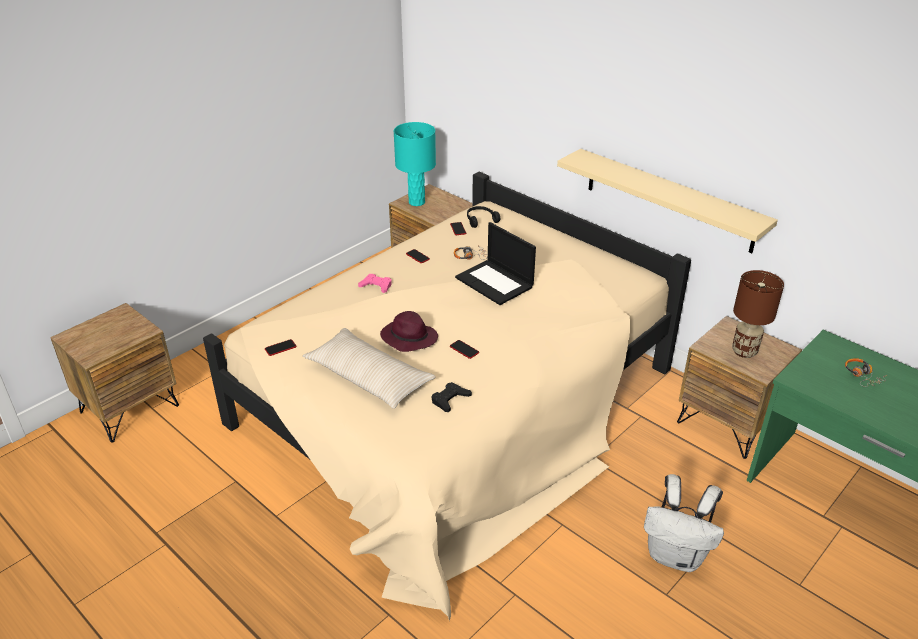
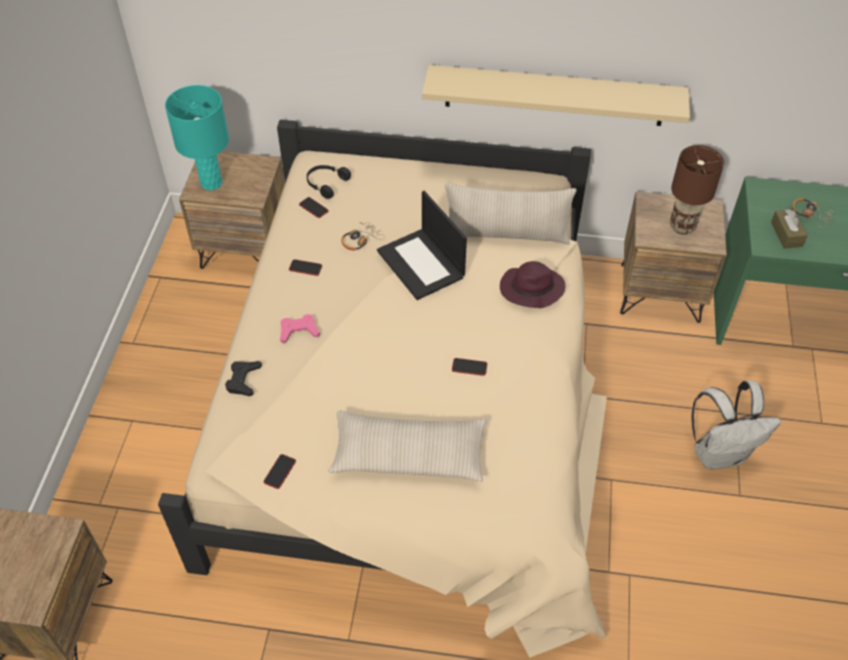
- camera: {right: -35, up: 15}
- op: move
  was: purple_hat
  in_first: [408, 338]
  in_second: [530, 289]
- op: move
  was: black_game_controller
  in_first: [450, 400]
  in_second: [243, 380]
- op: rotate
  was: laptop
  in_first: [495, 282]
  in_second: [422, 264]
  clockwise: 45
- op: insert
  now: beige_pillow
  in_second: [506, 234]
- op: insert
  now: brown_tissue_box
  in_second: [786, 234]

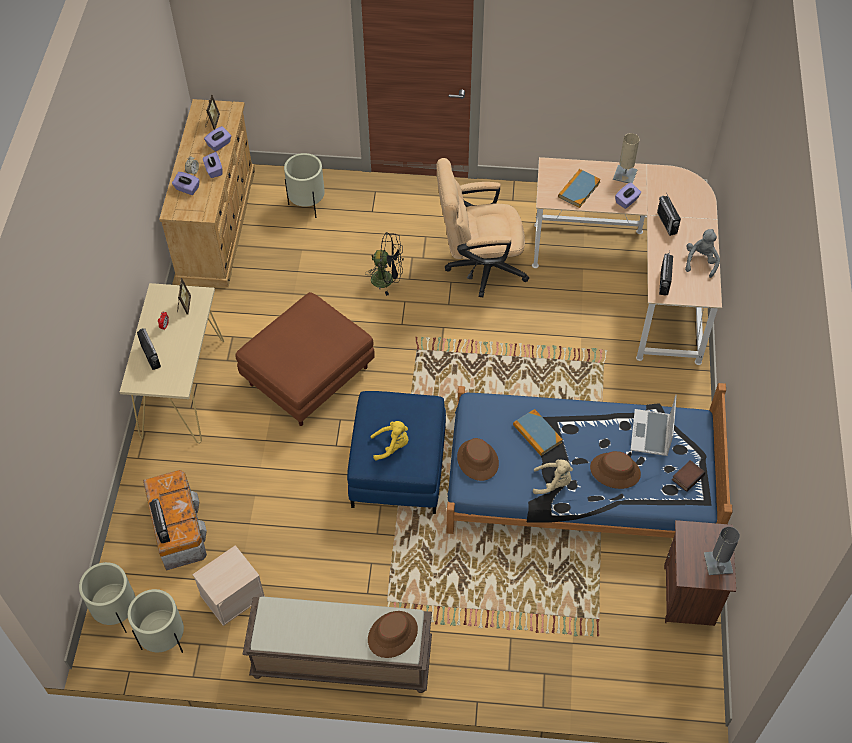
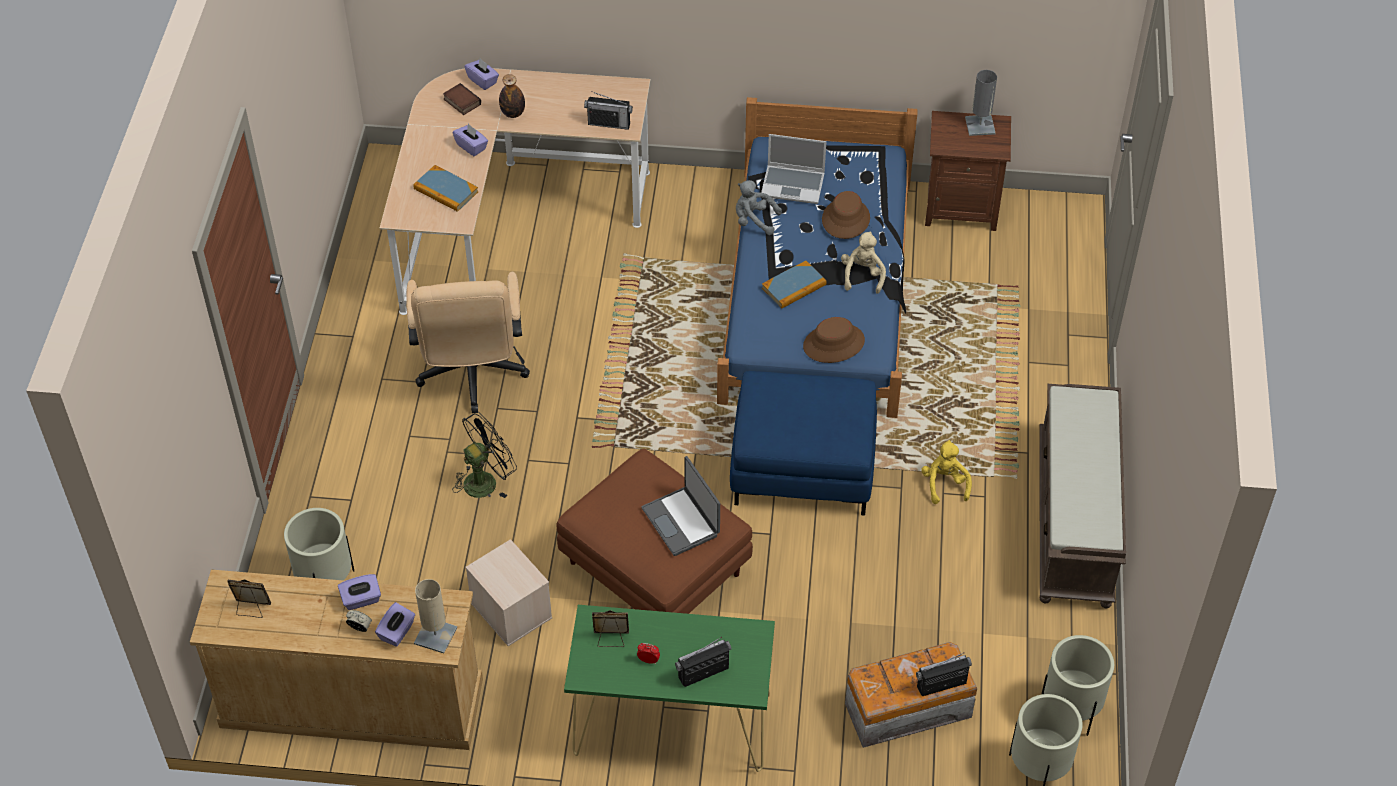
- camera: {right: -90, up: -5}
- op: recolor
  was: beige_console_table
  now: green_console_table
  in_first: [183, 387]
  in_second: [671, 724]
- op: move
  was: beige_storage_box
  in_first: [232, 595]
  in_second: [510, 610]
- op: move
  was: purple_tissue_box
  in_first: [219, 144]
  in_second: [483, 81]
- op: rotate
  was: black_fan
  in_first: [387, 279]
  in_second: [485, 480]
  clockwise: 45
- op: delete
  was: brown_hat
  in_first: [392, 634]
- op: move
  was: yellow_plush_toy
  in_first: [392, 446]
  in_second: [944, 484]
- op: move
  was: beige_table_lamp
  in_first: [625, 175]
  in_second: [435, 635]
- op: replace
  was: radio
  now: bottle
  in_first: [667, 223]
  in_second: [513, 113]
- op: move
  was: book
  in_first: [687, 476]
  in_second: [461, 102]
- op: move
  was: grey_plush_toy
  in_first: [701, 261]
  in_second: [754, 220]
- op: insert
  now: laptop
  in_second: [682, 521]

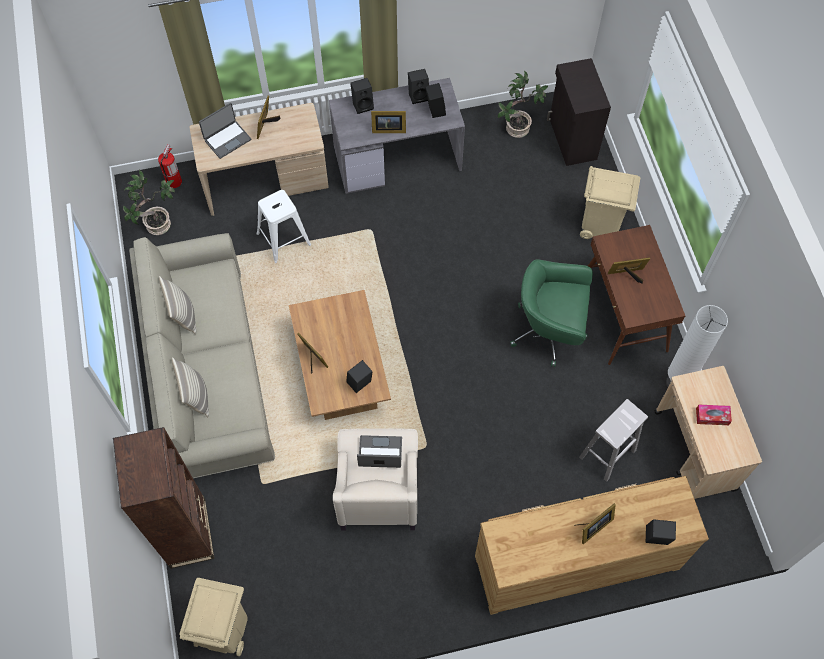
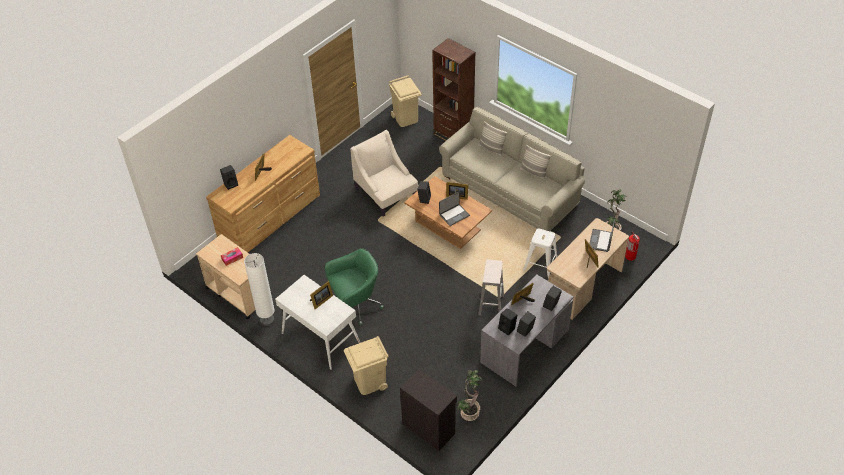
- camera: {right: 145, up: -15}
- op: move
  was: laptop
  in_first: [380, 453]
  in_second: [454, 215]
- op: move
  was: white_stool
  in_first: [607, 454]
  in_second: [491, 304]
- op: recolor
  was: brown_desk
  now: white_desk
  in_first: [623, 315]
  in_second: [320, 338]

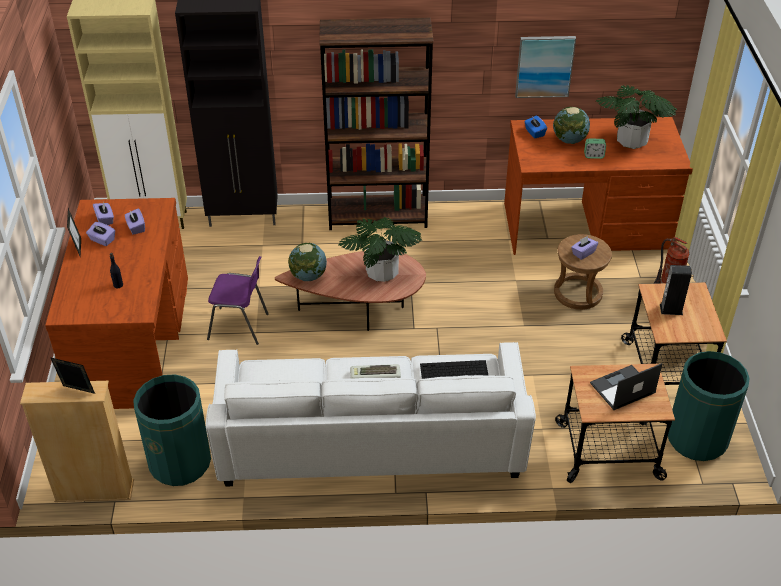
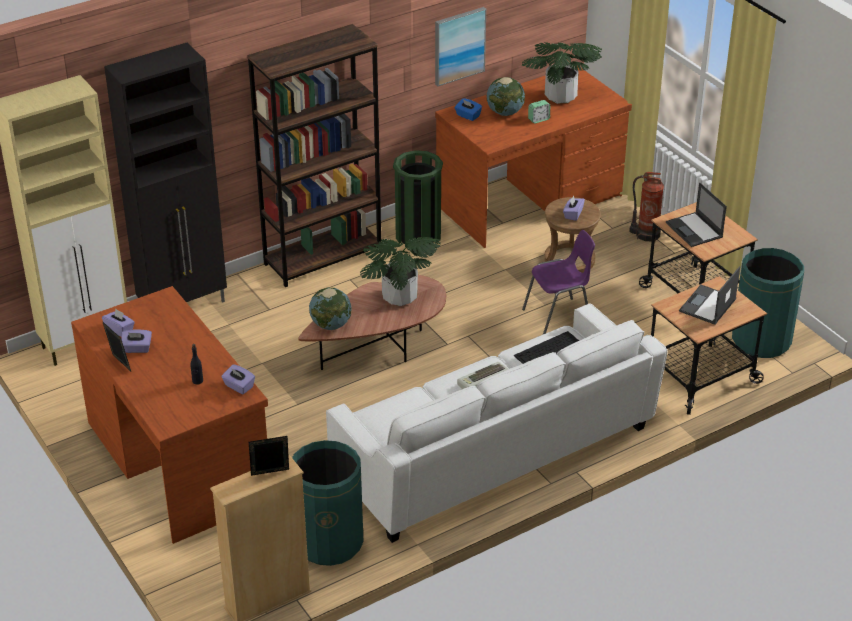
- camera: {right: -30, up: -5}
- op: move
  was: purple_tissue_box
  in_first: [136, 227]
  in_second: [238, 386]
- op: move
  was: purple_chair
  in_first: [240, 327]
  in_second: [559, 317]
- op: replace
  was: speaker
  now: laptop
  in_first: [671, 309]
  in_second: [694, 230]
- op: insert
  now: green_trash_can
  in_second: [418, 235]

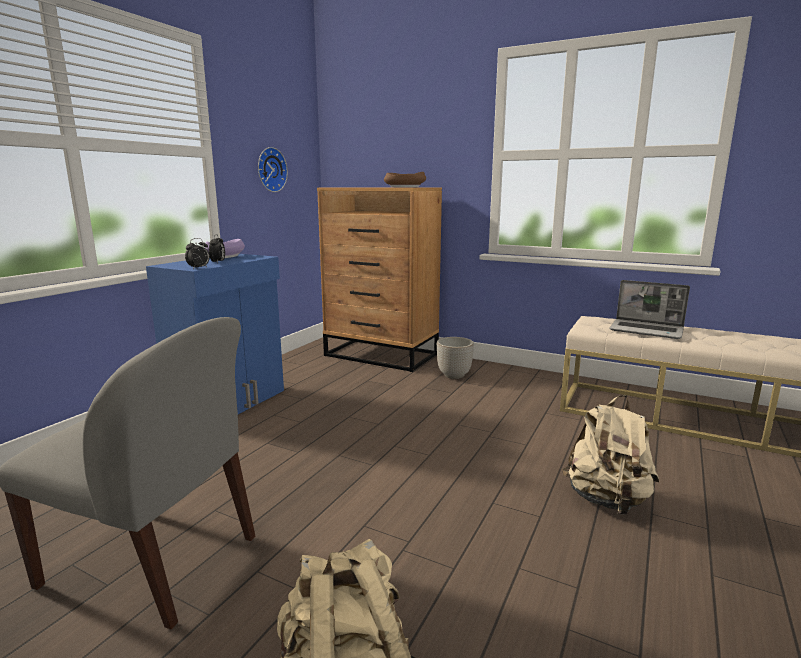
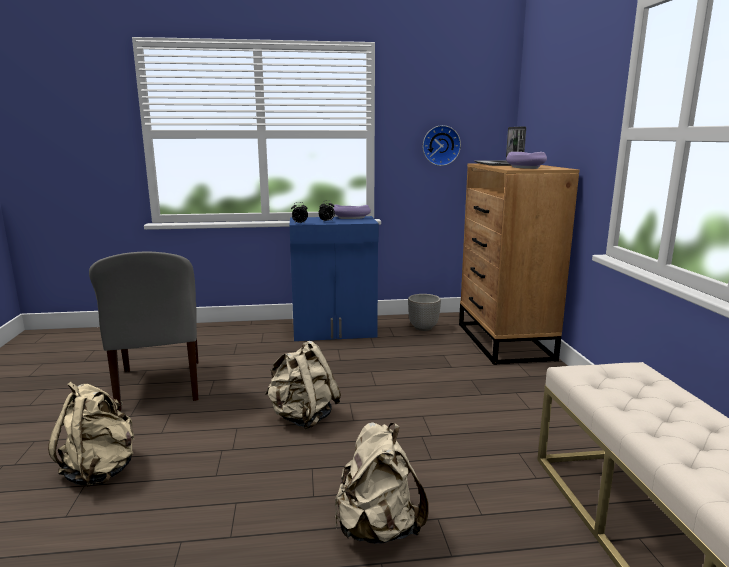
- camera: {right: 55, up: 0}
- op: recolor
  was: brown_bowl
  now: purple_bowl
  in_first: [405, 187]
  in_second: [525, 167]
- op: move
  was: planter
  in_first: [454, 375]
  in_second: [423, 328]
- op: move
  was: laptop
  in_first: [647, 330]
  in_second: [498, 164]
- op: insert
  now: beige_backpack
  in_second: [303, 417]

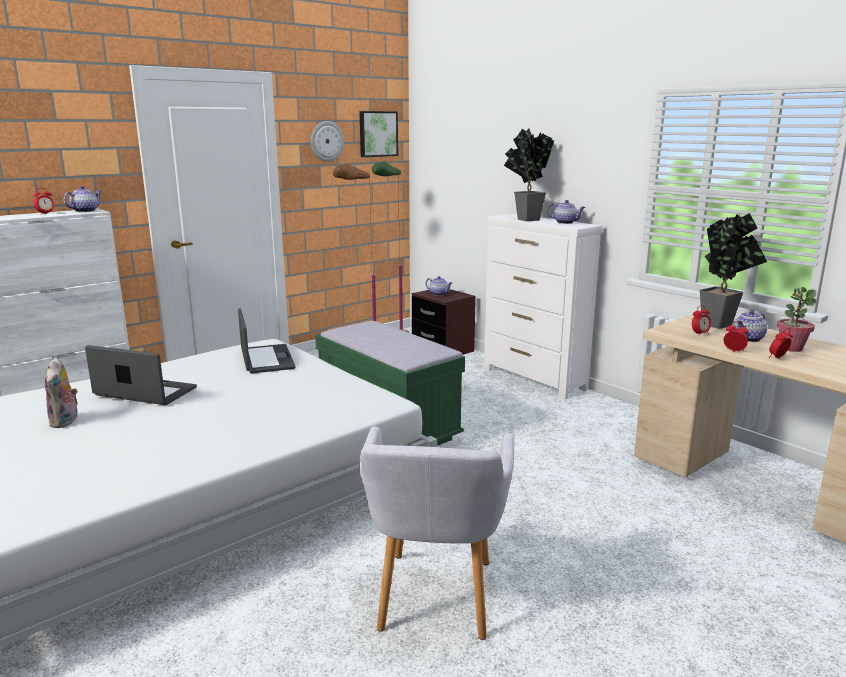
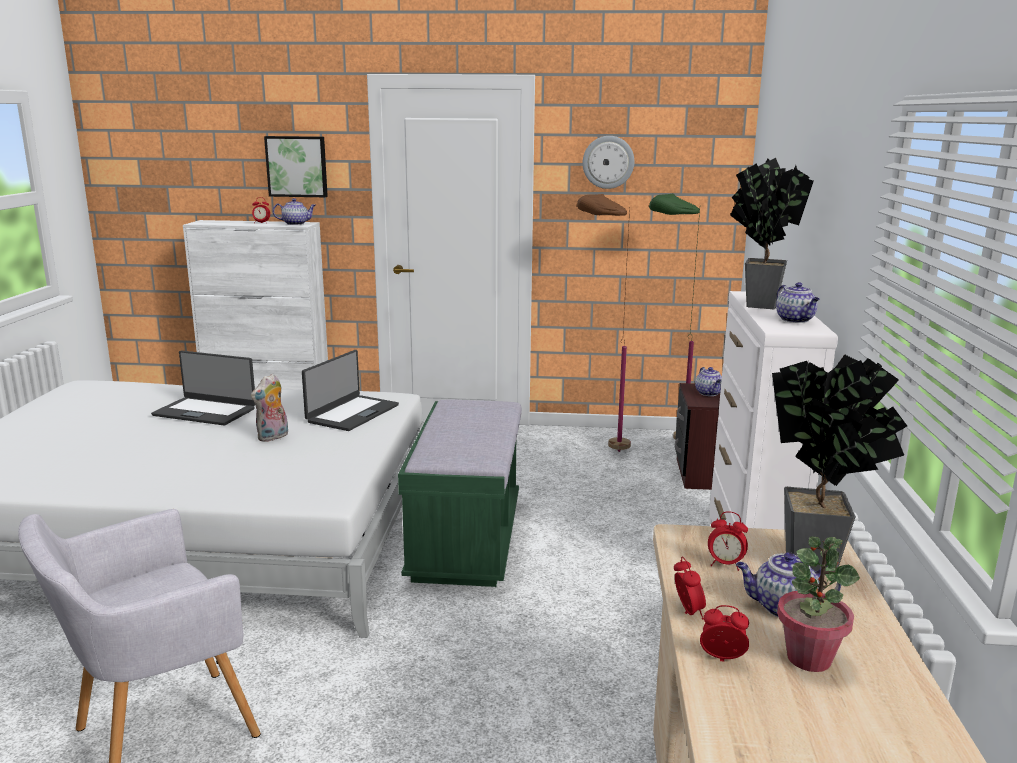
- camera: {right: 45, up: 0}
- op: move
  was: plush_toy
  in_first: [66, 422]
  in_second: [273, 437]
- op: rotate
  was: laptop
  in_first: [144, 392]
  in_second: [205, 411]
  clockwise: 135
- op: move
  was: picture
  in_first: [377, 134]
  in_second: [297, 166]

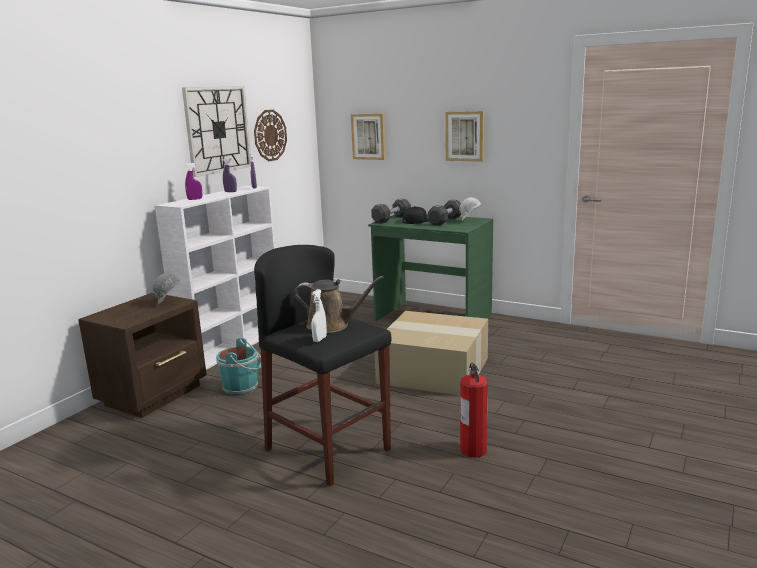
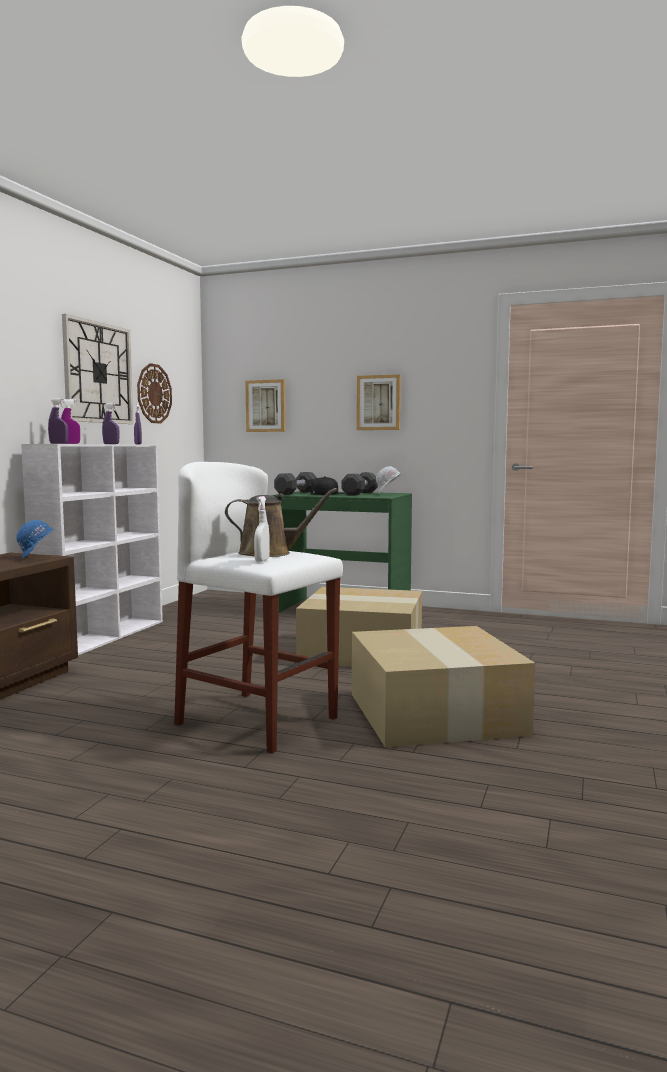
- camera: {right: -10, up: -10}
- op: recolor
  was: grey_hard_hat
  now: blue_hard_hat
  in_first: [169, 302]
  in_second: [37, 558]
- op: delete
  was: turquoise_bucket
  in_first: [242, 388]
- op: recolor
  was: black_stool
  now: white_stool
  in_first: [328, 449]
  in_second: [257, 721]
- op: replace
  was: fire_extinguisher
  now: cardboard_box
  in_first: [473, 449]
  in_second: [438, 714]
- op: insert
  now: purple_spray_bottle
  in_second: [58, 443]

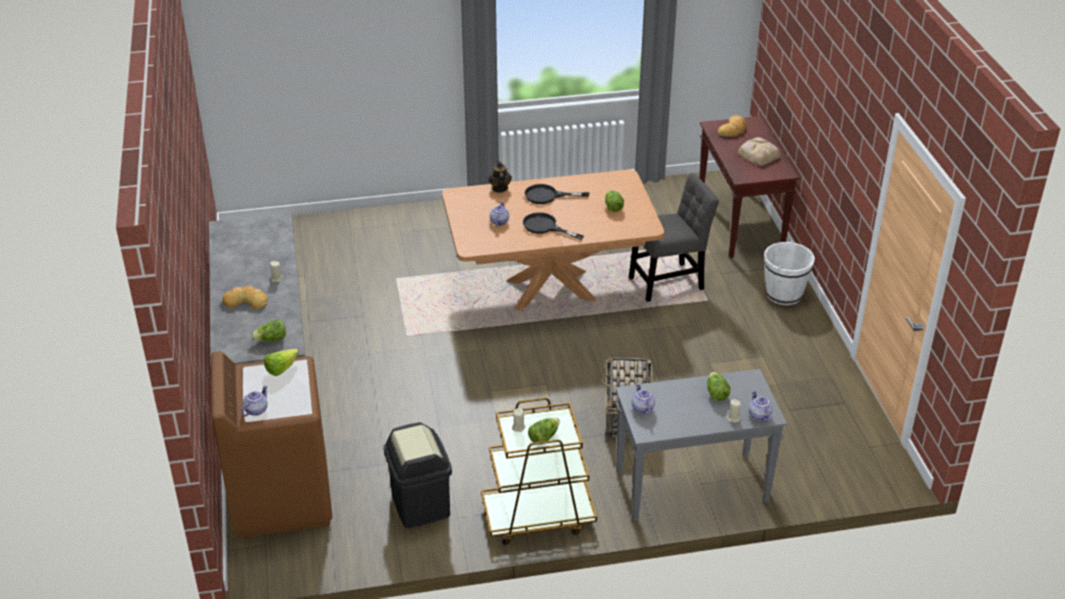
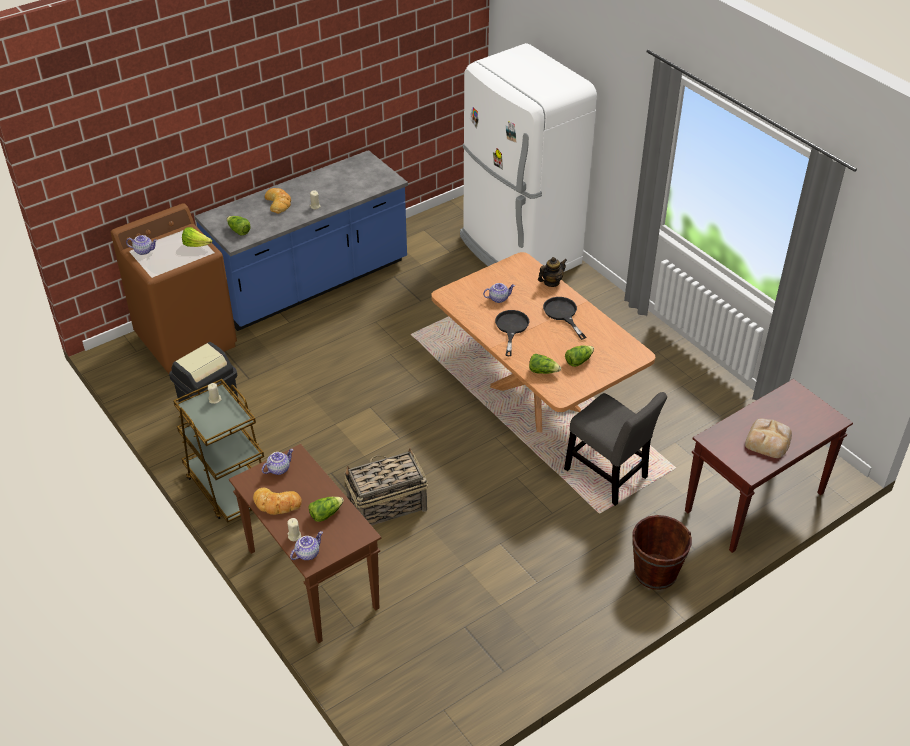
- camera: {right: 65, up: 5}
- op: move
  was: lettuce
  in_first: [543, 437]
  in_second: [543, 371]
- op: recolor
  was: grey_console_table
  now: brown_console_table
  in_first: [690, 488]
  in_second: [311, 579]
- op: move
  was: bread
  in_first: [733, 129]
  in_second: [277, 504]
- op: recolor
  was: white_bucket
  now: brown_bucket
  in_first: [784, 294]
  in_second: [655, 573]
- op: insert
  now: white_fridge
  in_second: [519, 252]

